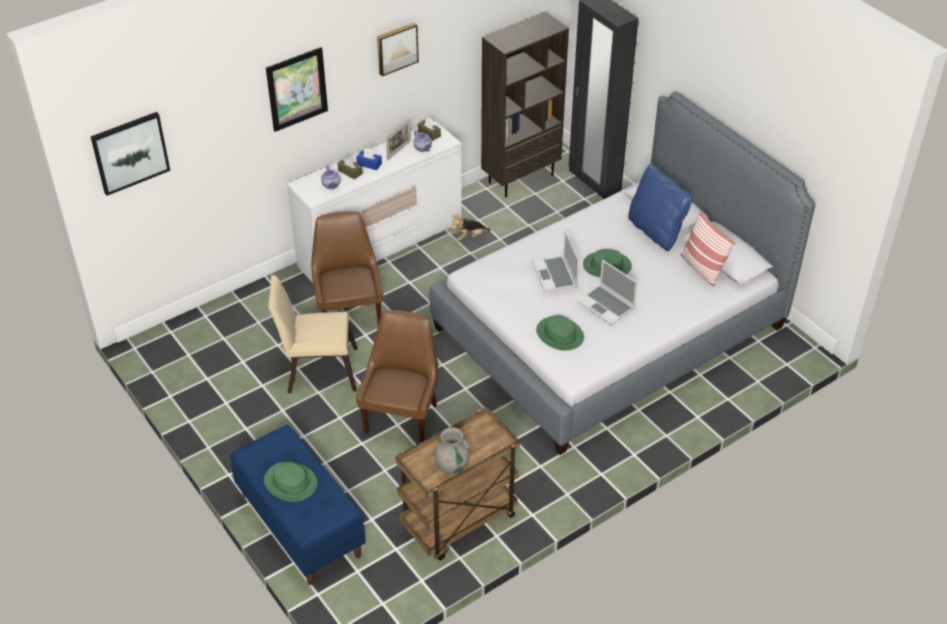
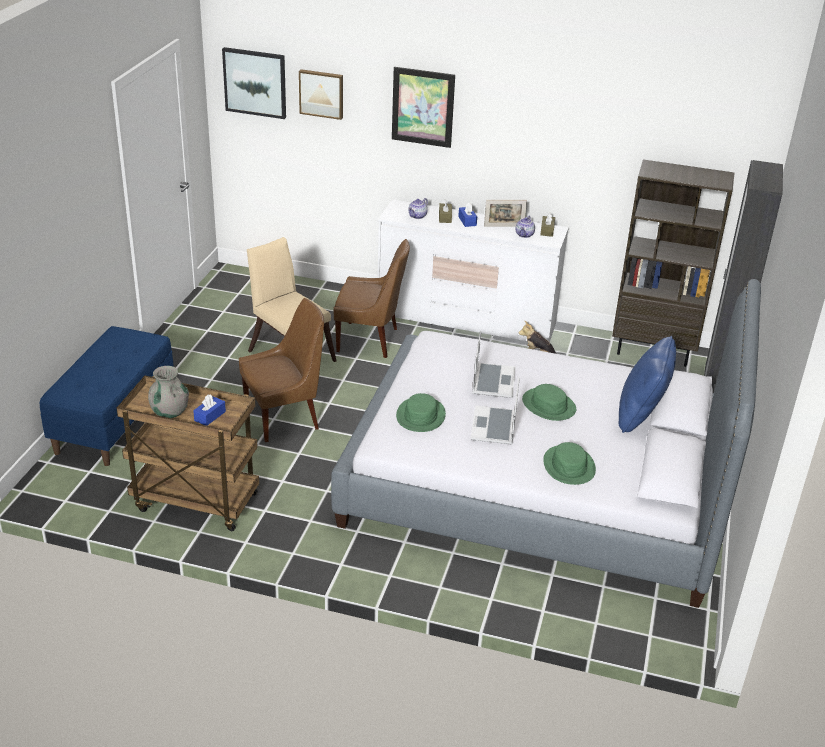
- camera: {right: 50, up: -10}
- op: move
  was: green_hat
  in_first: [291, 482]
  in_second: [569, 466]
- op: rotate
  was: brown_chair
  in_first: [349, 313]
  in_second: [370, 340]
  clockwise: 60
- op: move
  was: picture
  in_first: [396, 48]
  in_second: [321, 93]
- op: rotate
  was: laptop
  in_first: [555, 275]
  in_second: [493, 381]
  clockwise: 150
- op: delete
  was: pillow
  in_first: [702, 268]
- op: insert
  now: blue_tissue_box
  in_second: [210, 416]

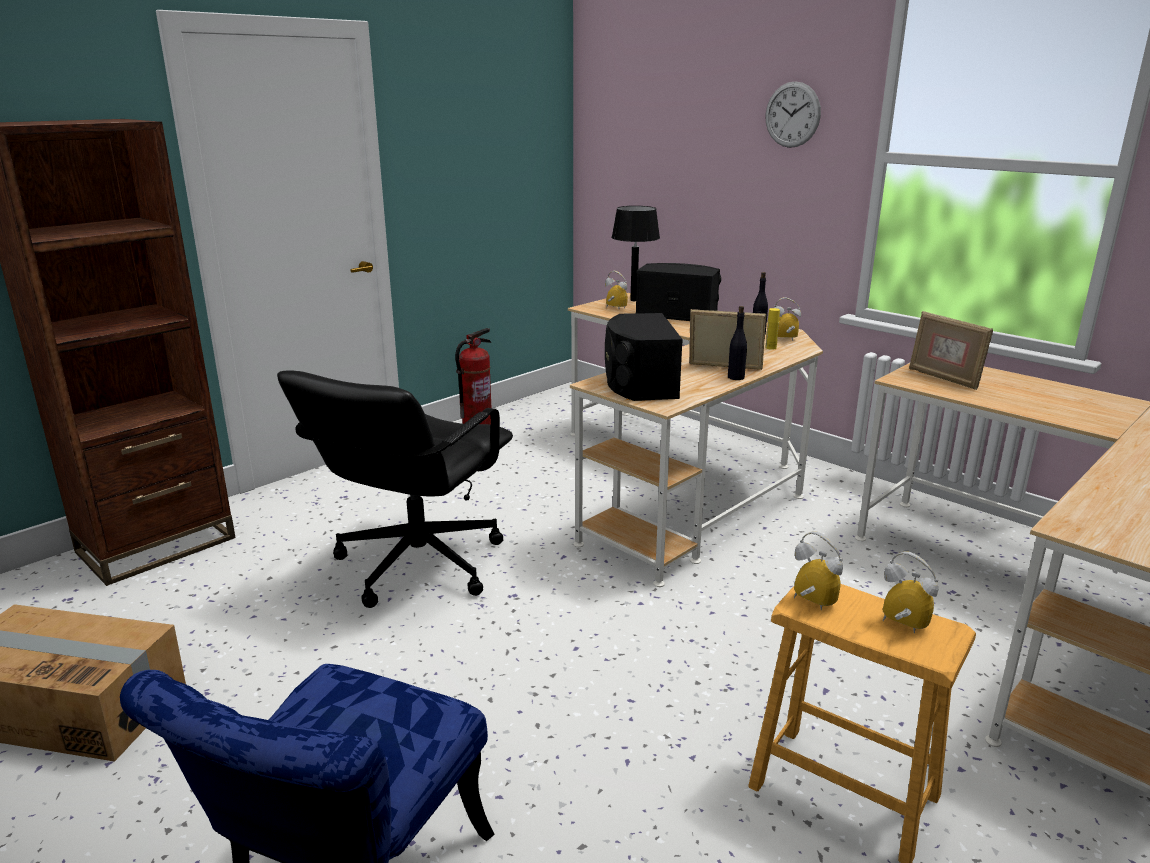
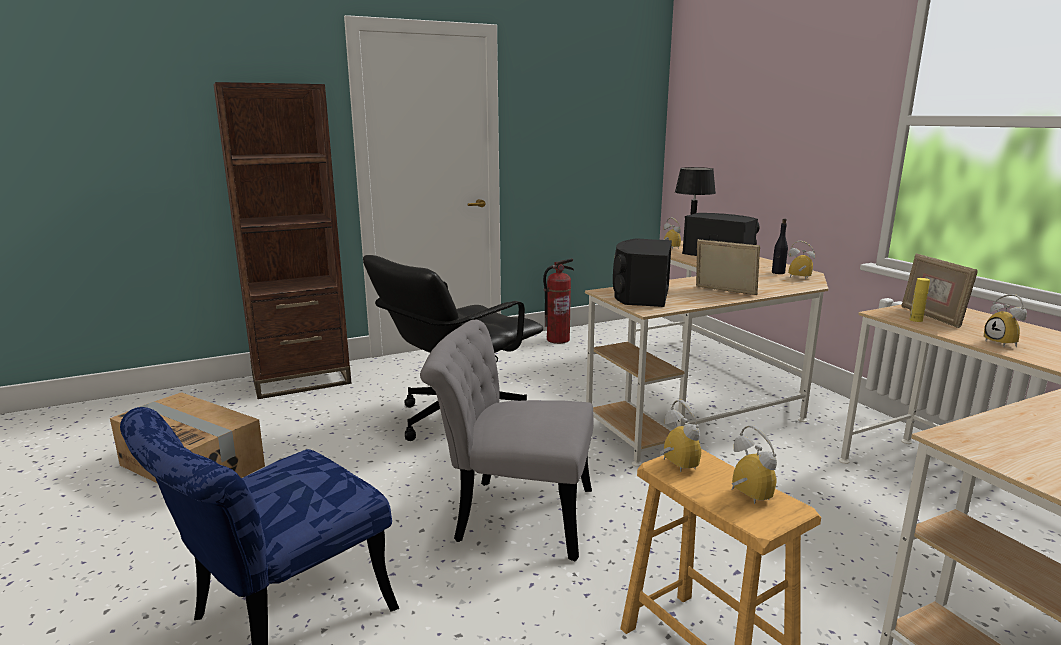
- camera: {right: 20, up: -5}
- op: delete
  was: black_bottle
  in_first: [736, 377]
- op: move
  was: yellow_bottle
  in_first: [771, 347]
  in_second: [916, 320]
- op: delete
  was: wall_clock
  in_first: [792, 115]
- op: insert
  now: grey_chair
  in_second: [512, 514]
- op: insert
  now: alarm_clock
  in_second: [1004, 343]

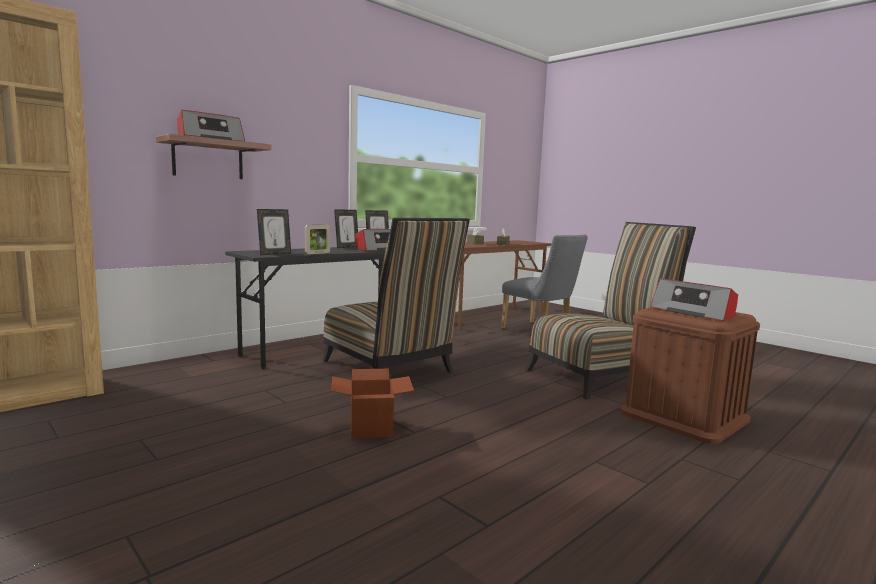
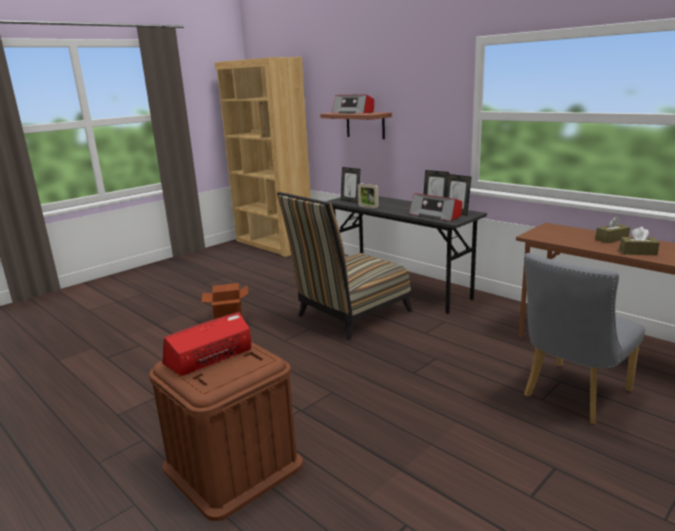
- camera: {right: 90, up: 10}
- op: delete
  was: chair
  in_first: [602, 376]

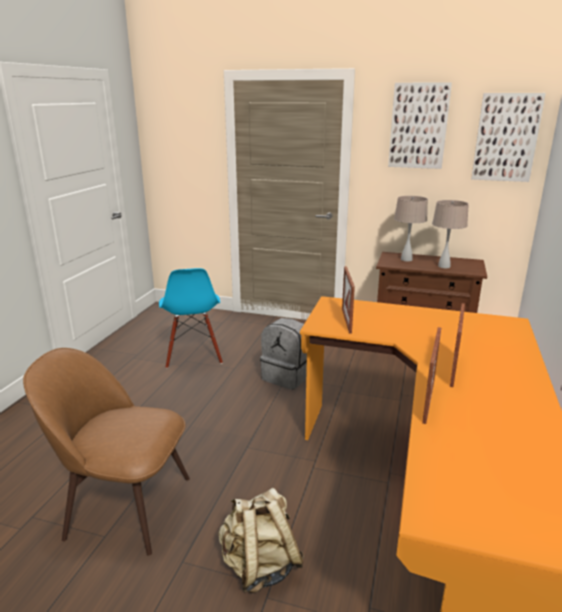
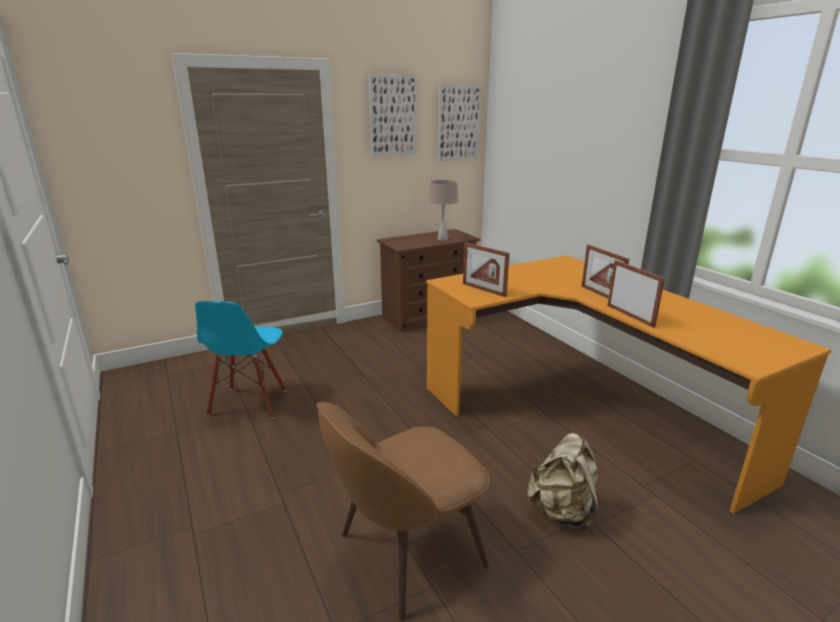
- camera: {right: -45, up: 0}
- op: rotate
  was: blue_chair
  in_first: [193, 356]
  in_second: [249, 403]
  clockwise: 60
- op: delete
  was: grey_backpack
  in_first: [287, 376]
- op: delete
  was: beige_table_lamp
  in_first: [406, 259]

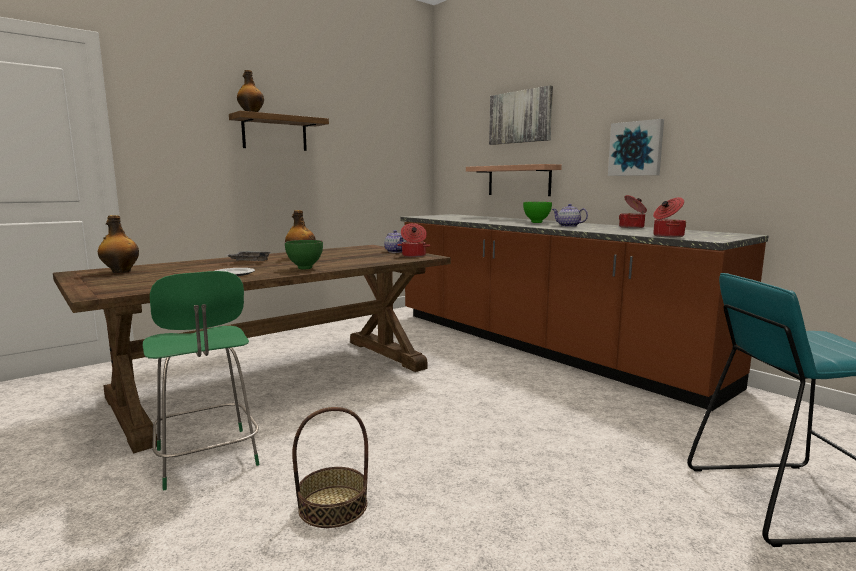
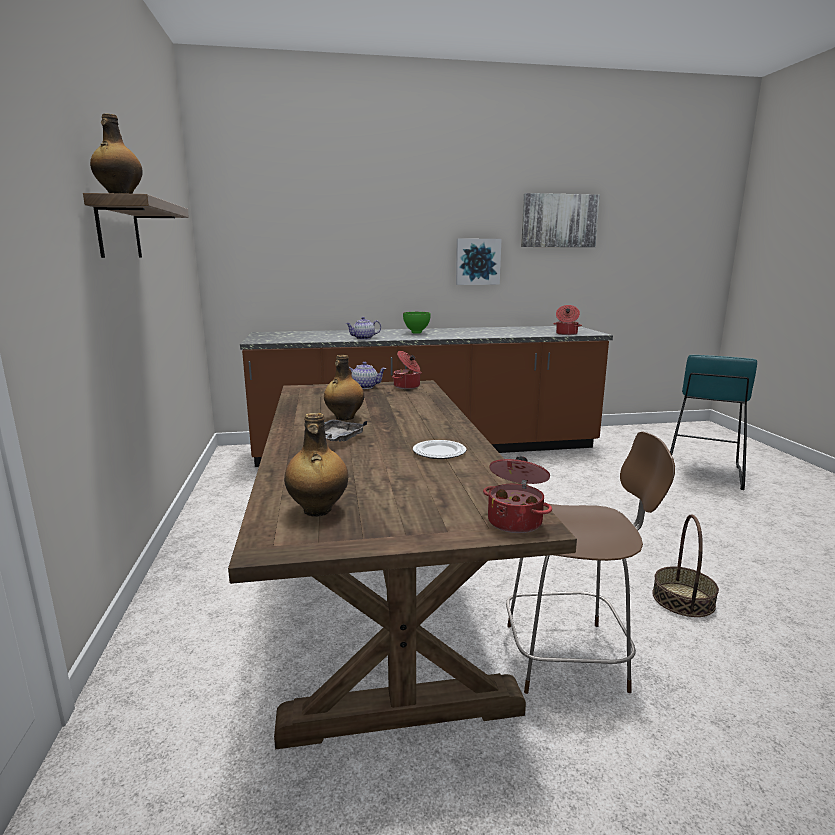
- camera: {right: -60, up: 5}
- op: recolor
  was: green_chair
  now: brown_chair
  in_first: [207, 459]
  in_second: [569, 656]
- op: delete
  was: green_bowl
  in_first: [304, 268]
- op: delete
  was: shelf
  in_first: [518, 180]
- op: move
  was: picture
  in_first: [520, 117]
  in_second: [559, 221]
- op: move
  was: teapot
  in_first: [568, 226]
  in_second: [363, 338]
- op: move
  was: cooking_pot
  in_first: [632, 227]
  in_second: [515, 521]

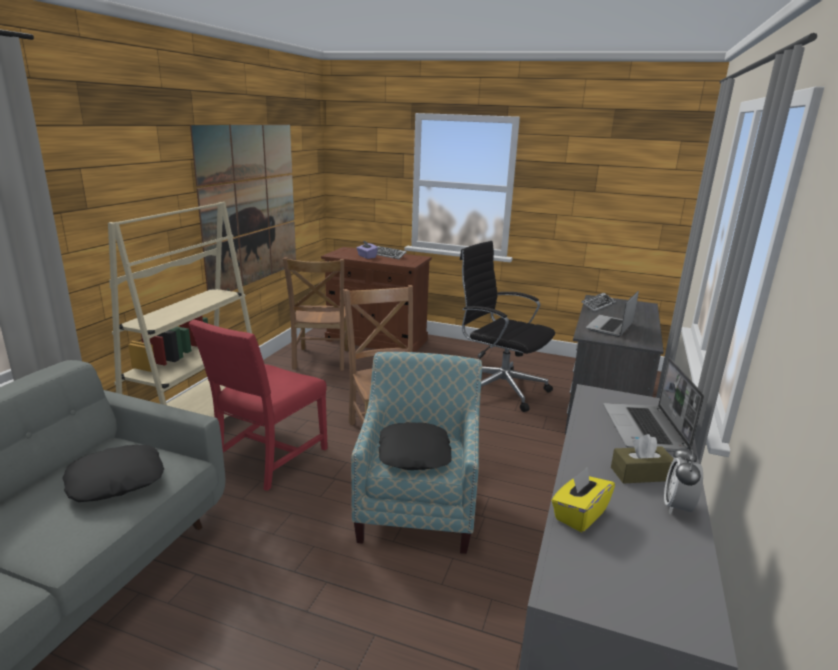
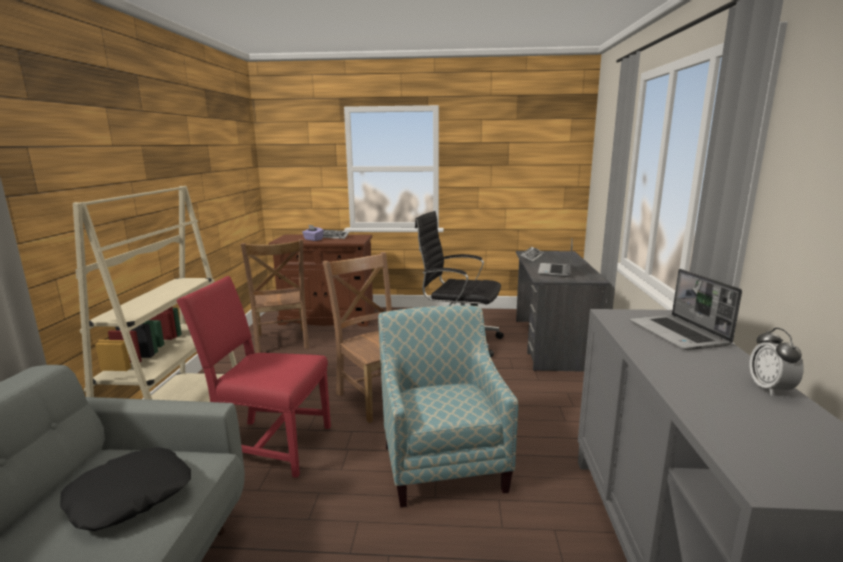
- camera: {right: -15, up: -5}
- op: rotate
  was: red_chair
  in_first: [268, 459]
  in_second: [269, 444]
  clockwise: 90
- op: delete
  was: picture
  in_first: [250, 206]
- op: delete
  was: black_pillow
  in_first: [415, 454]
- op: delete
  was: yellow_tissue_box
  in_first: [579, 514]
- op: delete
  was: brown_tissue_box
  in_first: [640, 474]

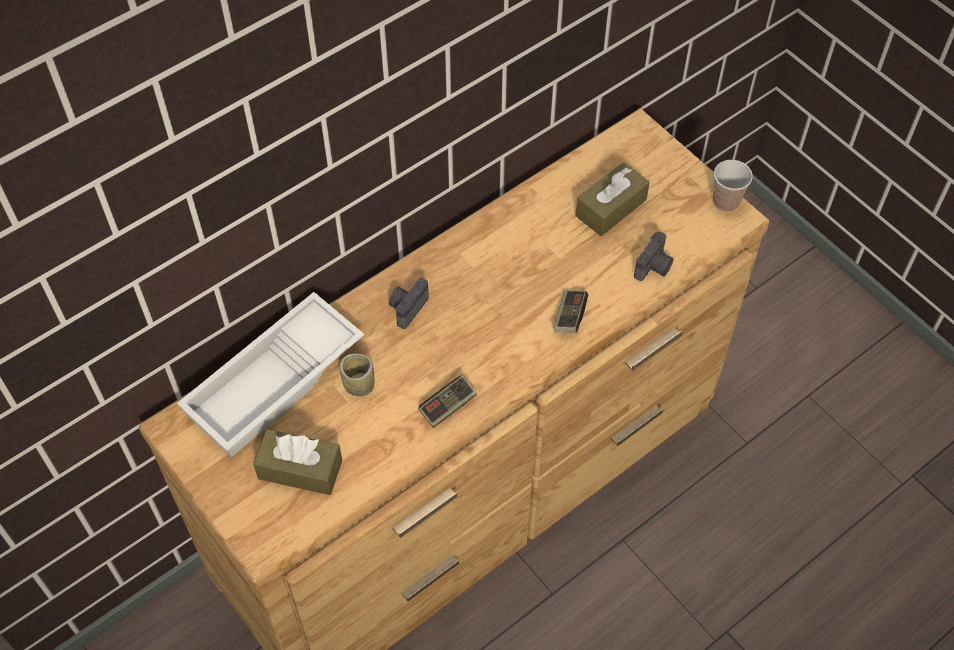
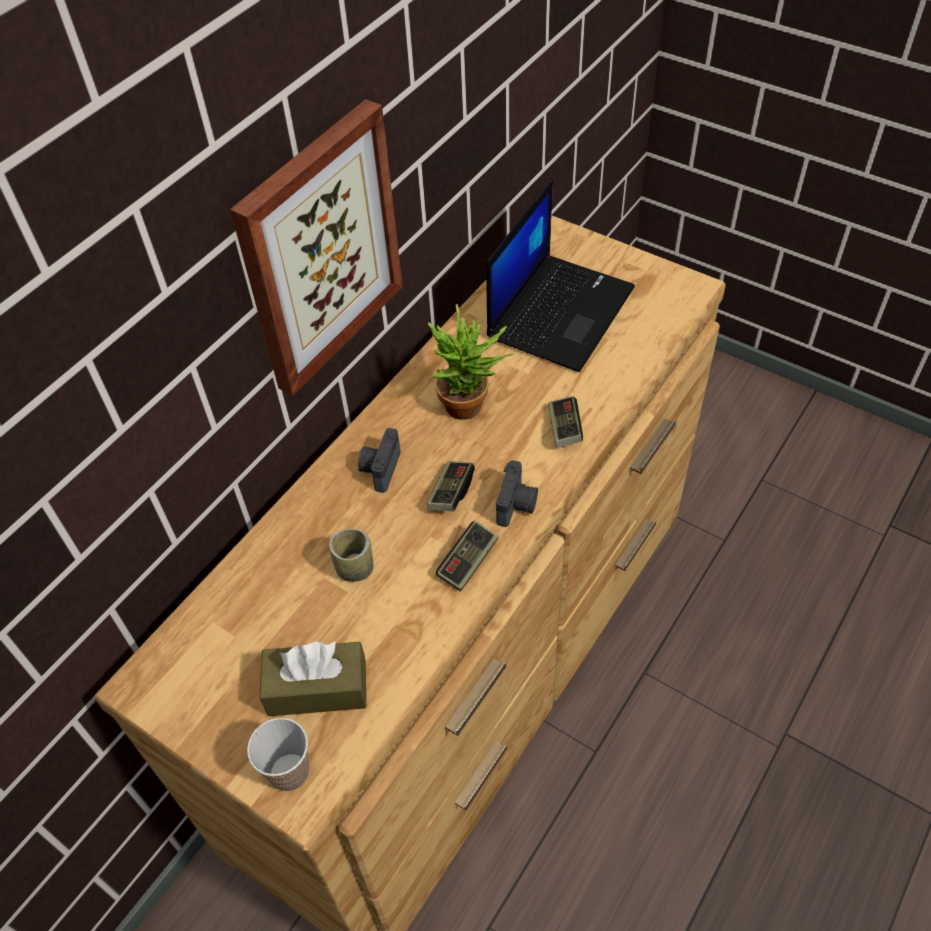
- camera: {right: -15, up: -5}
- op: delete
  was: white_tray
  in_first: [275, 383]
- op: replace
  was: brown_tissue_box
  now: laptop
  in_first: [611, 208]
  in_second: [560, 311]
- op: move
  was: photo_camera
  in_first: [654, 267]
  in_second: [517, 505]
- op: move
  was: cup
  in_first: [726, 202]
  in_second: [289, 772]
- op: insert
  now: picture
  in_second: [320, 250]
- op: insert
  now: game_controller
  in_second: [451, 493]
- op: insert
  now: potted_plant
  in_second: [471, 408]

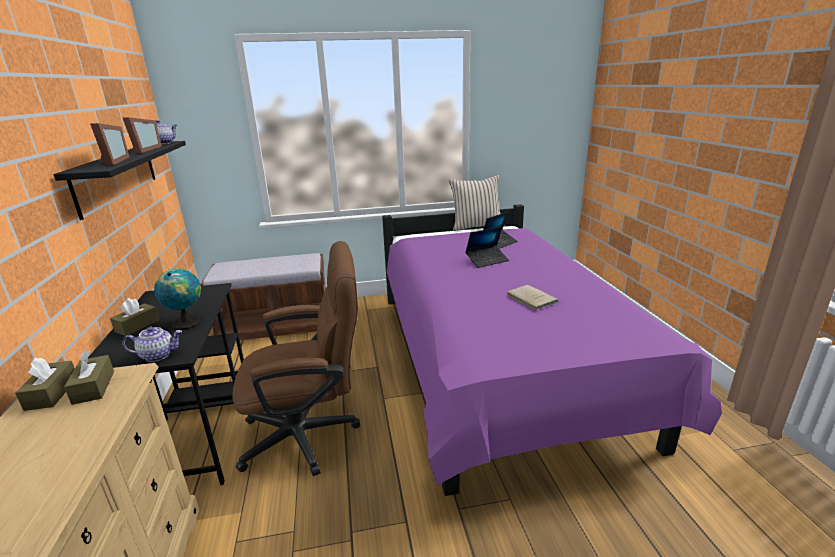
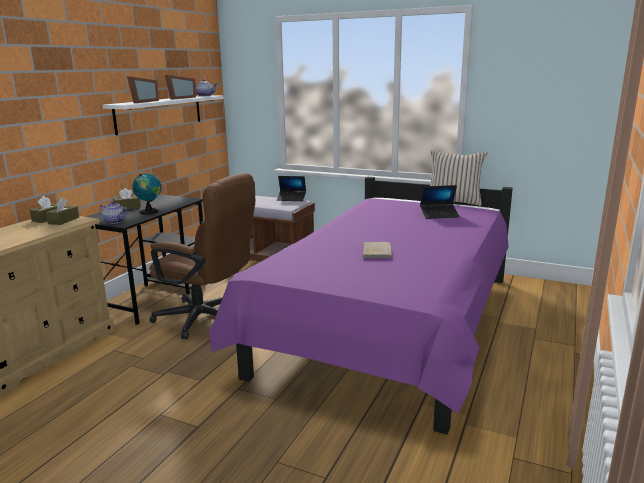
- camera: {right: 35, up: -5}
- op: recolor
  was: black_shelf
  now: white_shelf
  in_first: [117, 175]
  in_second: [160, 113]
- op: move
  was: laptop
  in_first: [487, 260]
  in_second: [291, 199]

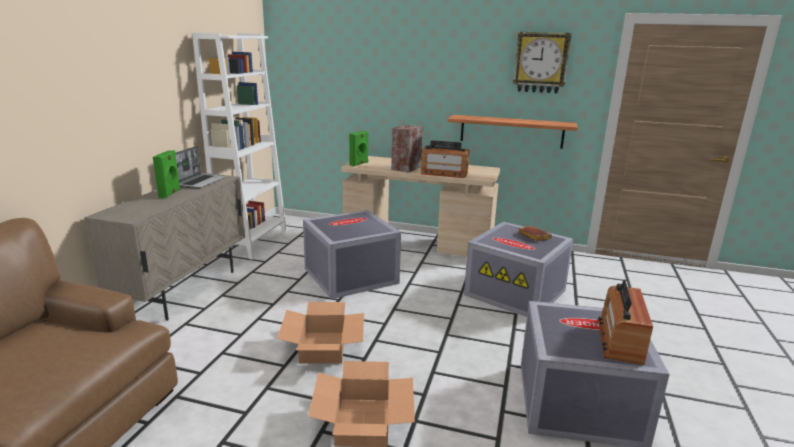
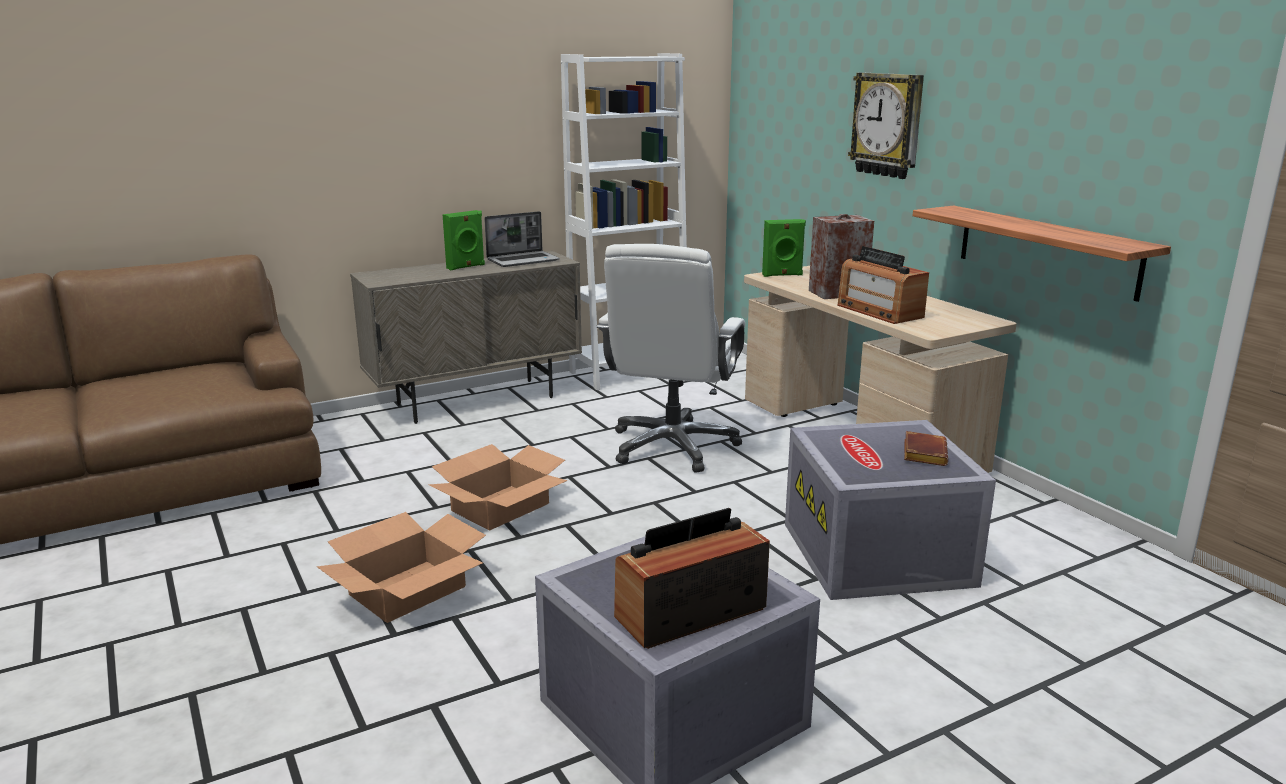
- camera: {right: 45, up: 0}
- op: replace
  was: grey_storage_box
  now: white_office_chair
  in_first: [350, 276]
  in_second: [672, 446]
- op: move
  was: wall_clock
  in_first: [541, 62]
  in_second: [888, 125]

